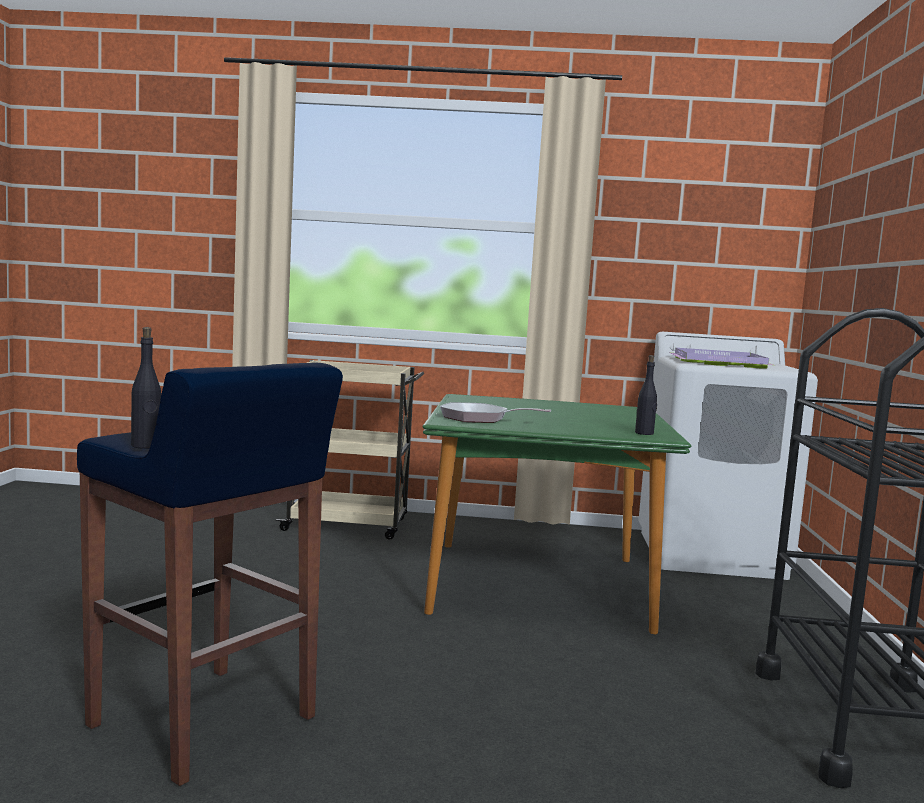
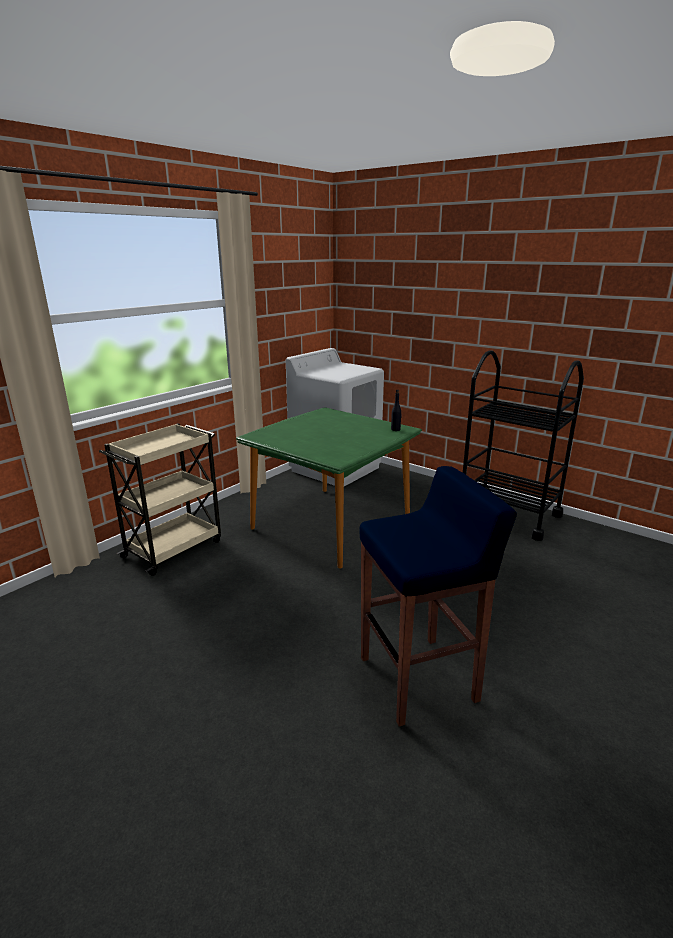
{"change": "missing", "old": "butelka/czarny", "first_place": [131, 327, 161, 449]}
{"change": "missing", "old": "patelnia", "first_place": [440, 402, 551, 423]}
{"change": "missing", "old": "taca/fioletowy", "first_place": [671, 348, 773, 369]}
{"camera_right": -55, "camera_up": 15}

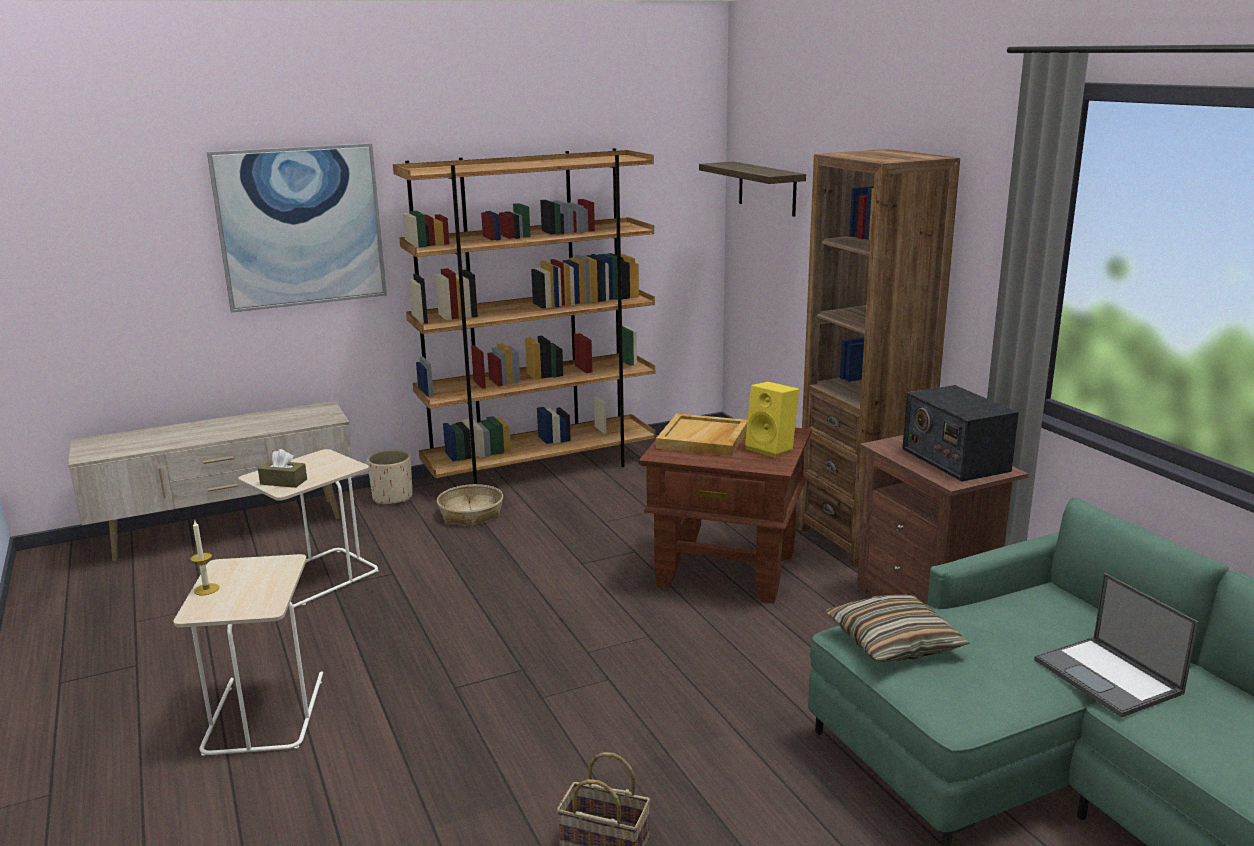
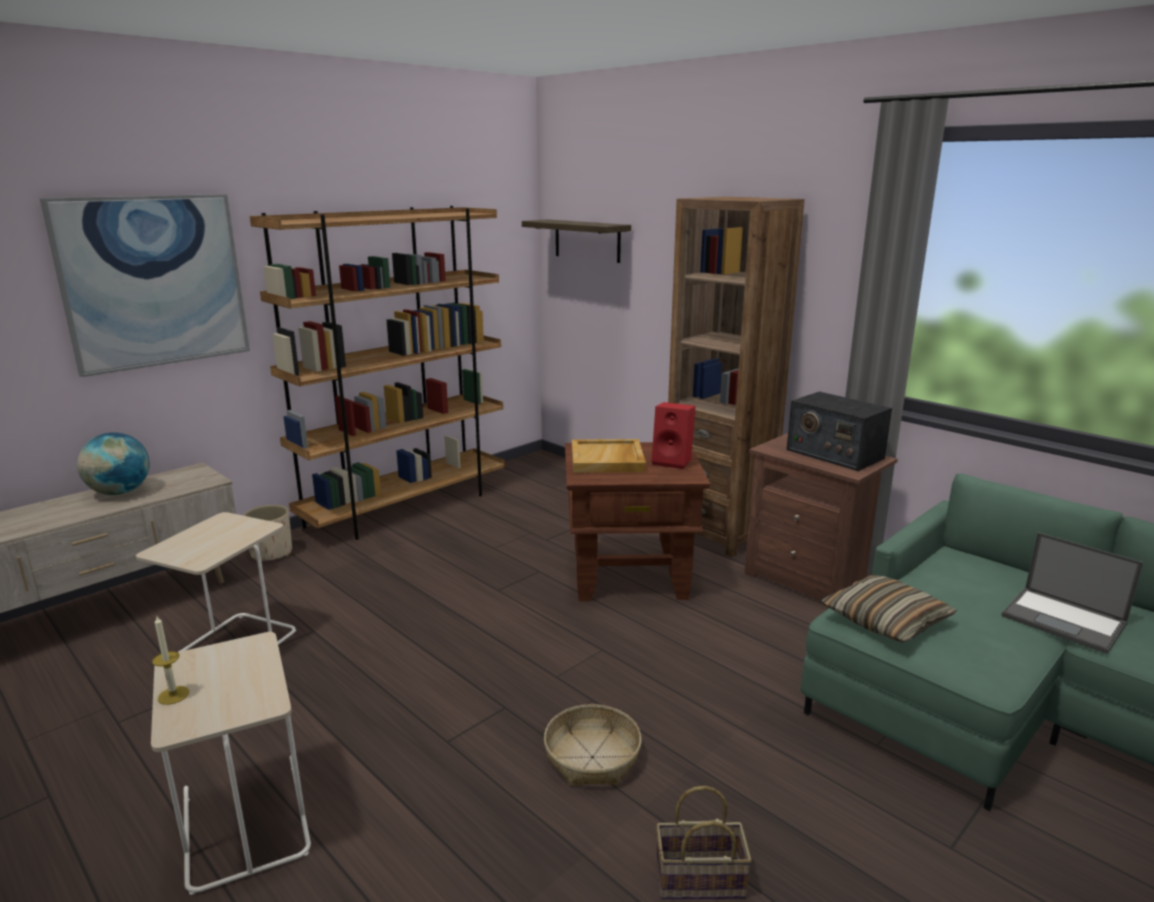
{"change": "missing", "old": "pudełko chusteczek/brązowy", "first_place": [258, 449, 307, 488]}
{"change": "appeared", "new": "globus", "second_place": [77, 433, 150, 495]}
{"change": "relocated", "old": "koszyk", "first_place": [437, 484, 503, 527], "second_place": [544, 704, 642, 786]}
{"change": "colour", "old": "głośnik/żółty", "new": "głośnik/czerwony", "first_place": [745, 382, 799, 458], "second_place": [652, 402, 696, 469]}
{"camera_right": -20, "camera_up": 0}

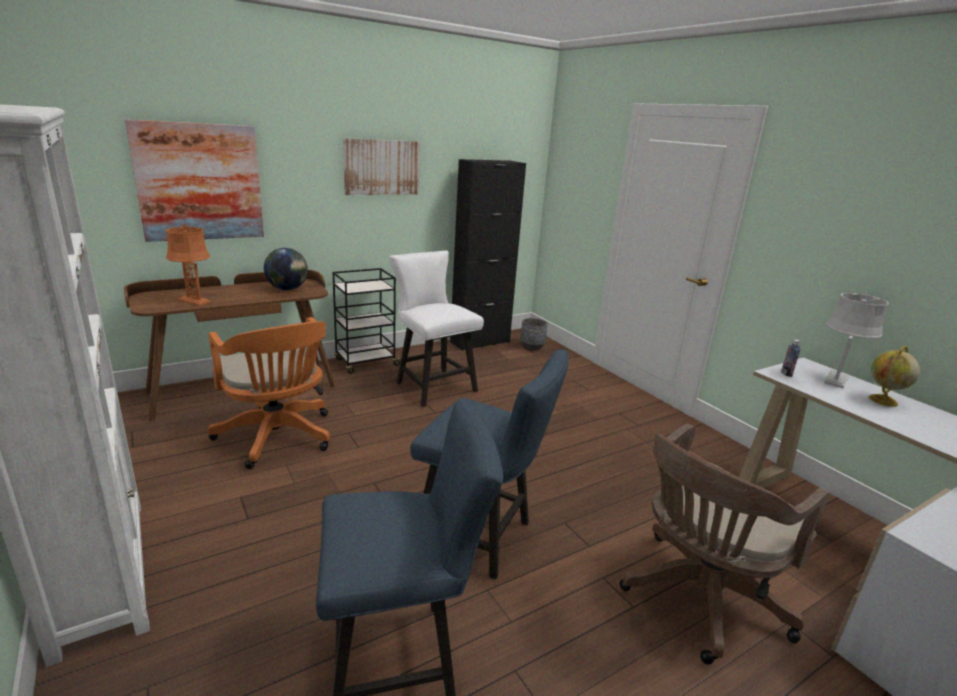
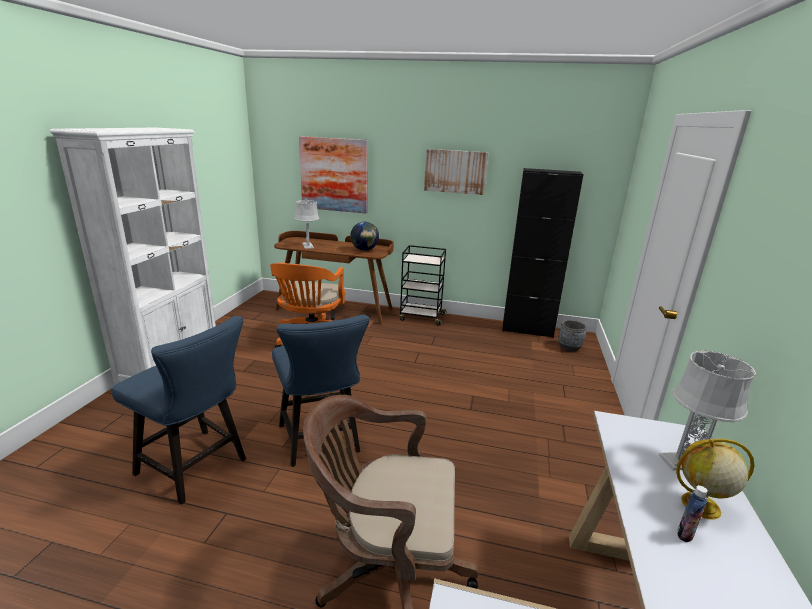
{"change": "missing", "old": "krzesło/biały", "first_place": [389, 250, 484, 407]}
{"change": "relocated", "old": "butelka", "first_place": [781, 339, 800, 377], "second_place": [677, 485, 708, 542]}
{"change": "colour", "old": "lampa stołowa/pomarańczowy", "new": "lampa stołowa/szary", "first_place": [166, 224, 211, 306], "second_place": [294, 200, 319, 249]}
{"camera_right": 45, "camera_up": 0}

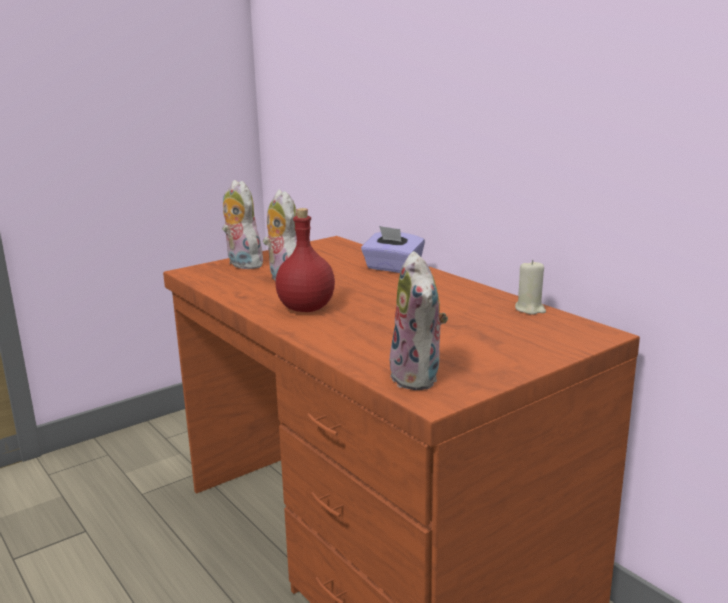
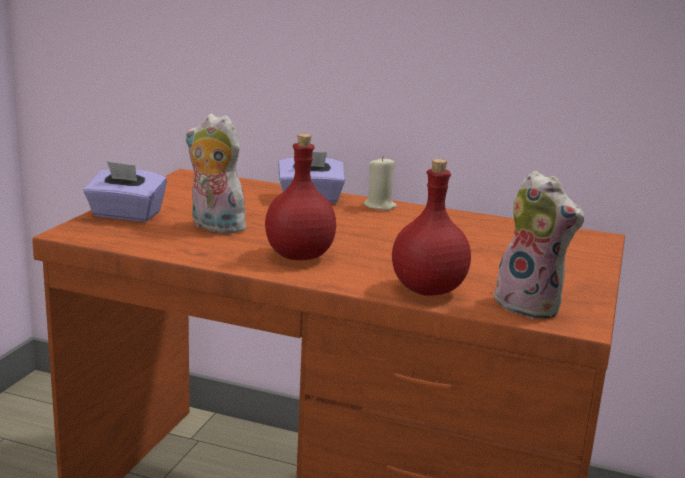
{"change": "appeared", "new": "butelka/czerwony", "second_place": [392, 159, 471, 296]}
{"change": "relocated", "old": "świeca/beżowy", "first_place": [515, 260, 546, 315], "second_place": [364, 156, 397, 210]}
{"change": "exchanged", "old": "pluszak", "new": "pudełko chusteczek/fioletowy", "first_place": [222, 180, 266, 269], "second_place": [84, 161, 167, 222]}
{"camera_right": -35, "camera_up": 0}

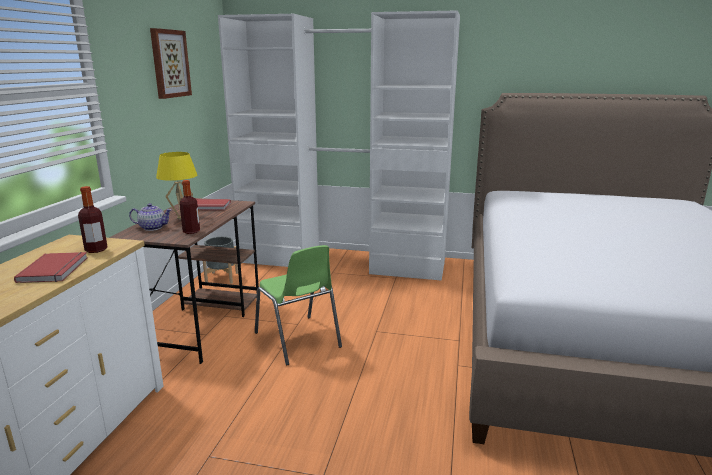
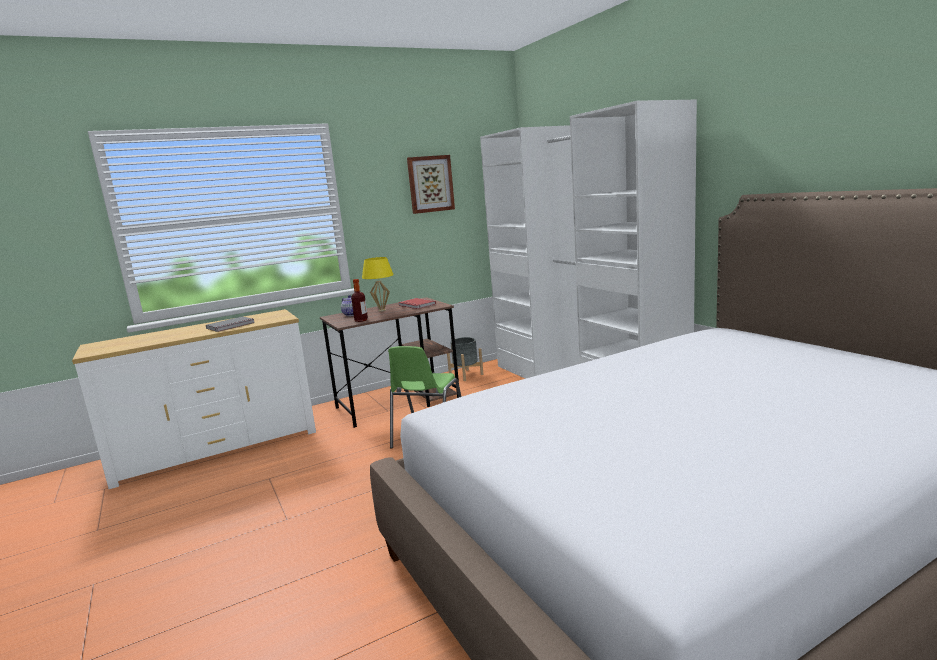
{"change": "missing", "old": "butelka", "first_place": [78, 186, 108, 253]}
{"change": "colour", "old": "książka/czerwony", "new": "książka/szary", "first_place": [14, 252, 88, 283], "second_place": [206, 316, 255, 332]}
{"camera_right": 50, "camera_up": -5}

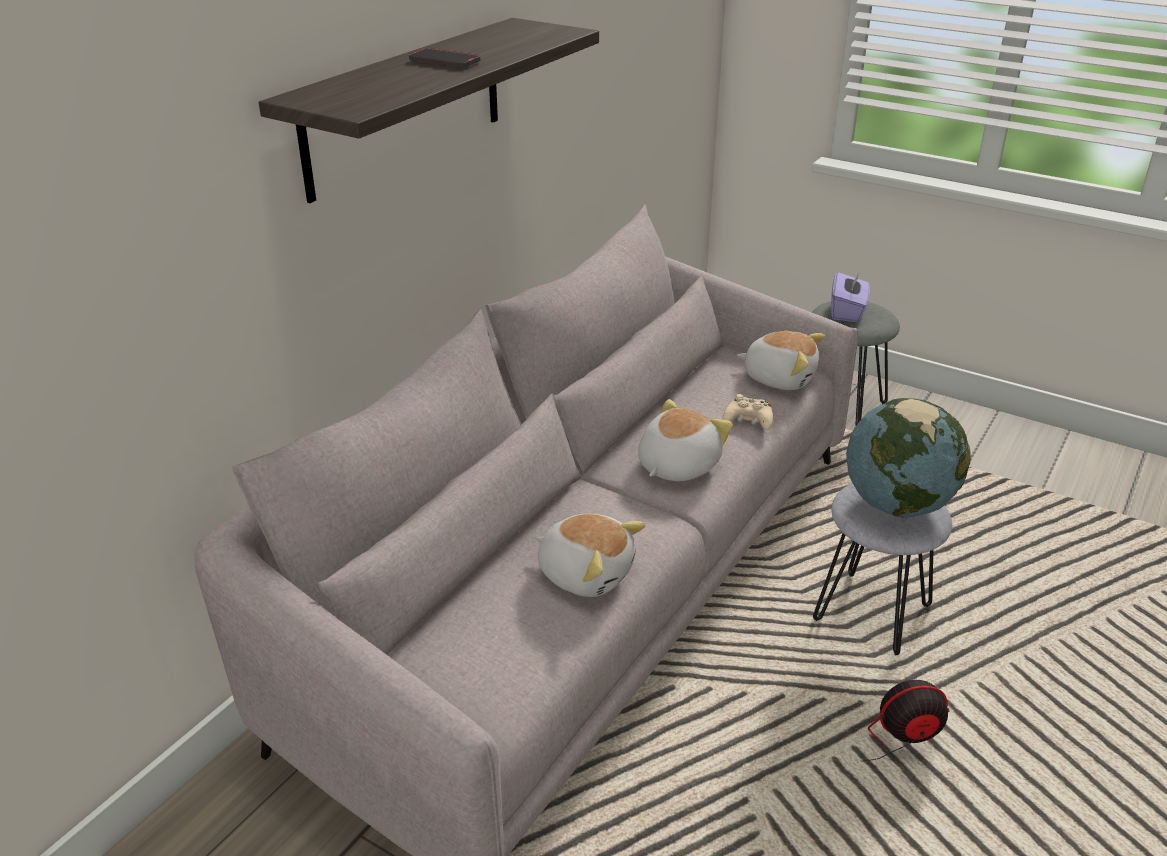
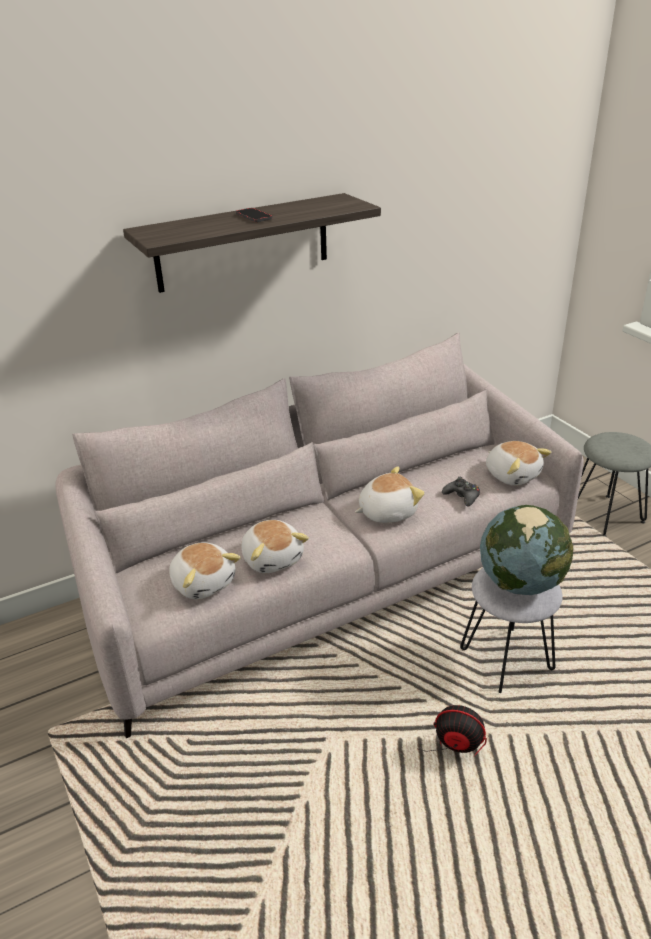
{"change": "missing", "old": "pudełko chusteczek/fioletowy", "first_place": [831, 271, 870, 322]}
{"change": "appeared", "new": "pluszak", "second_place": [169, 542, 241, 600]}
{"change": "colour", "old": "pad do gier/beżowy", "new": "pad do gier/czarny", "first_place": [722, 394, 773, 430], "second_place": [442, 477, 480, 506]}
{"camera_right": 30, "camera_up": 0}

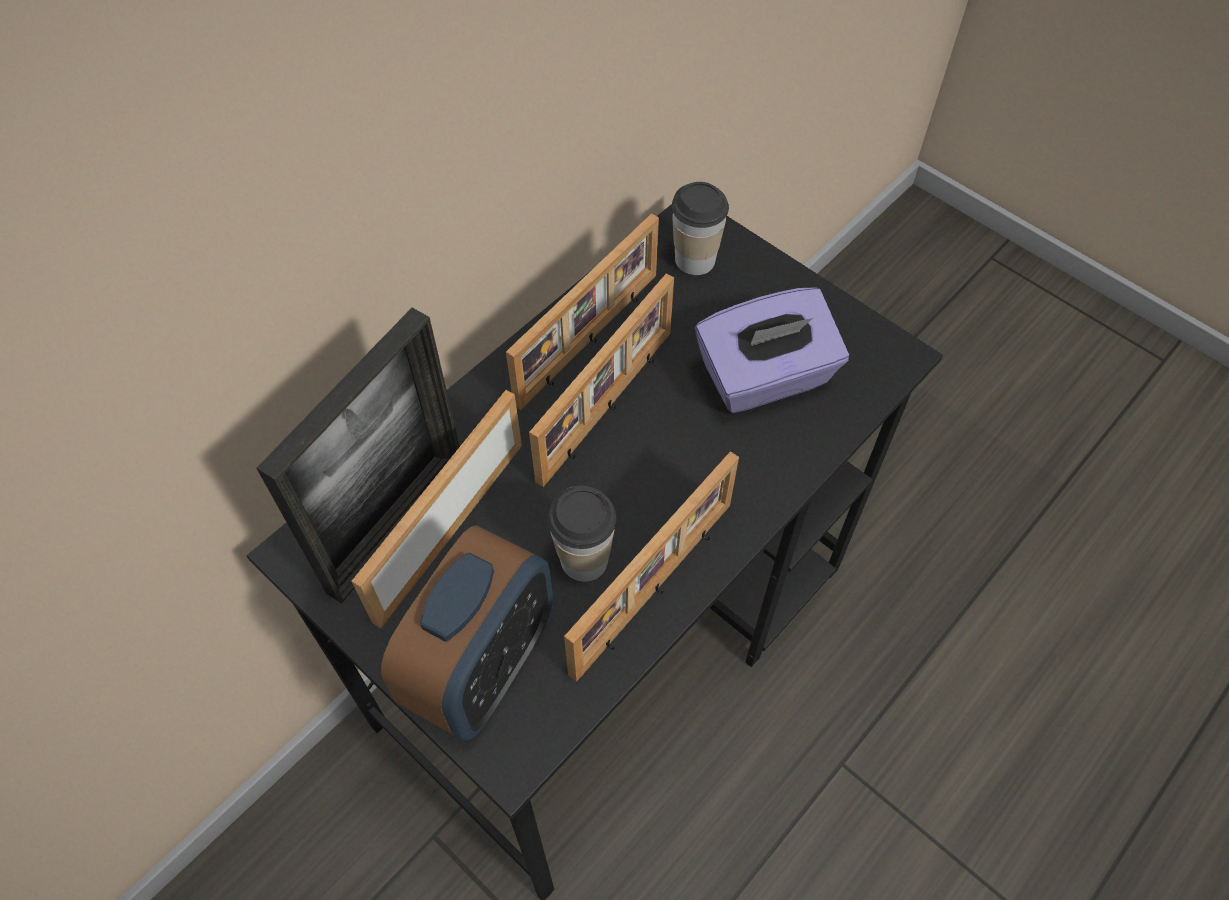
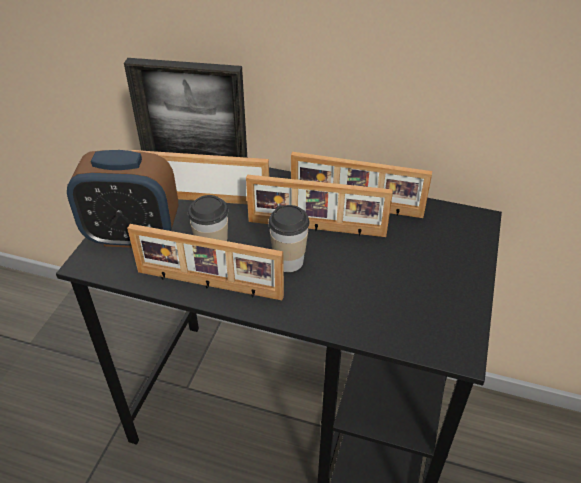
{"change": "missing", "old": "pudełko chusteczek/fioletowy", "first_place": [695, 287, 849, 413]}
{"change": "relocated", "old": "filiżanka", "first_place": [672, 182, 729, 275], "second_place": [268, 205, 309, 272]}
{"camera_right": 65, "camera_up": -15}

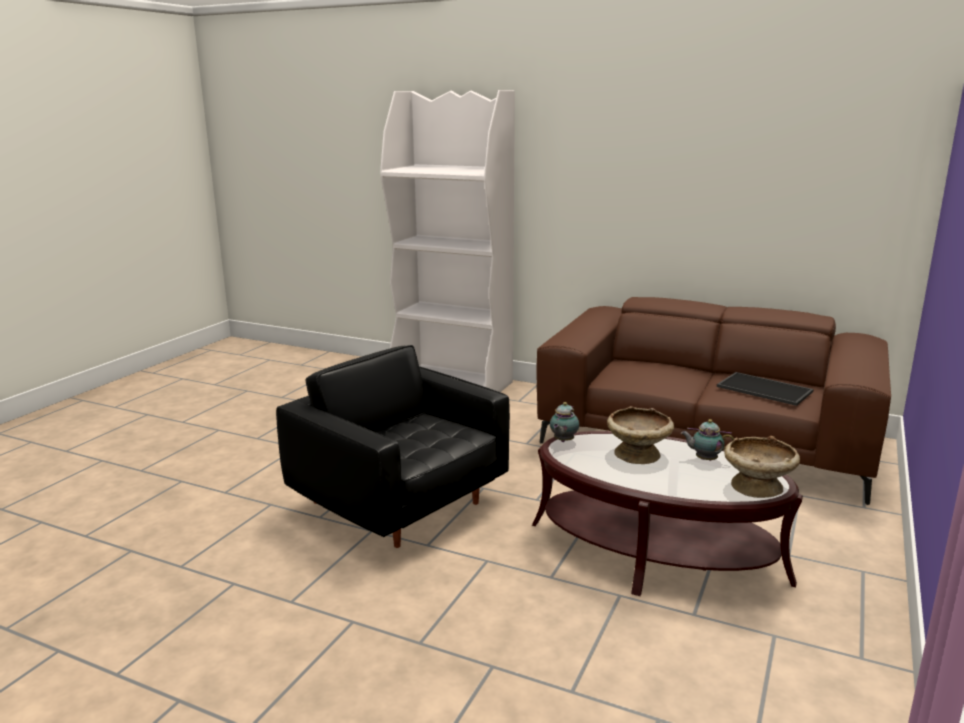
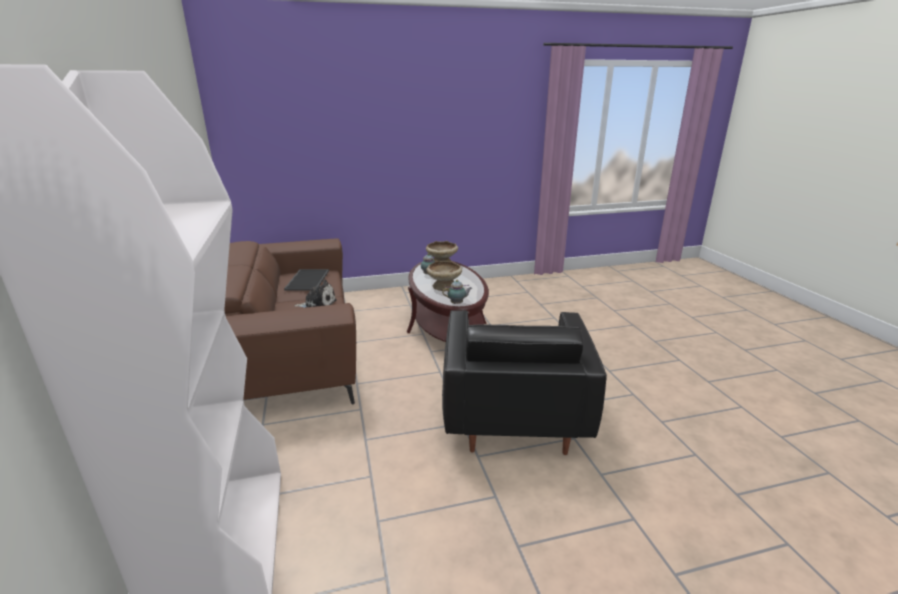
{"change": "appeared", "new": "pluszak", "second_place": [294, 280, 337, 308]}
{"camera_right": -130, "camera_up": 5}

